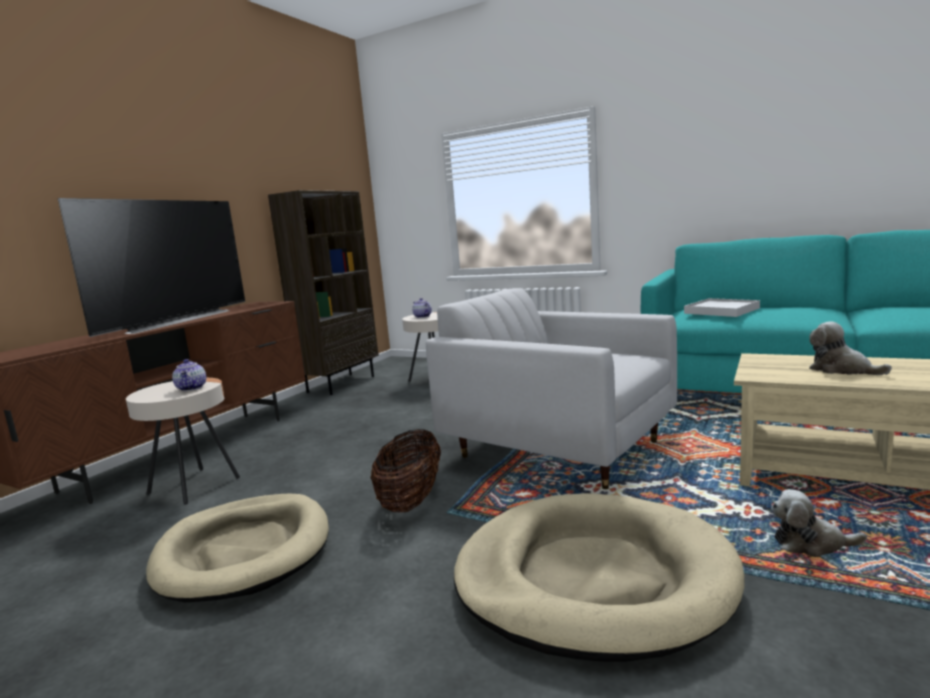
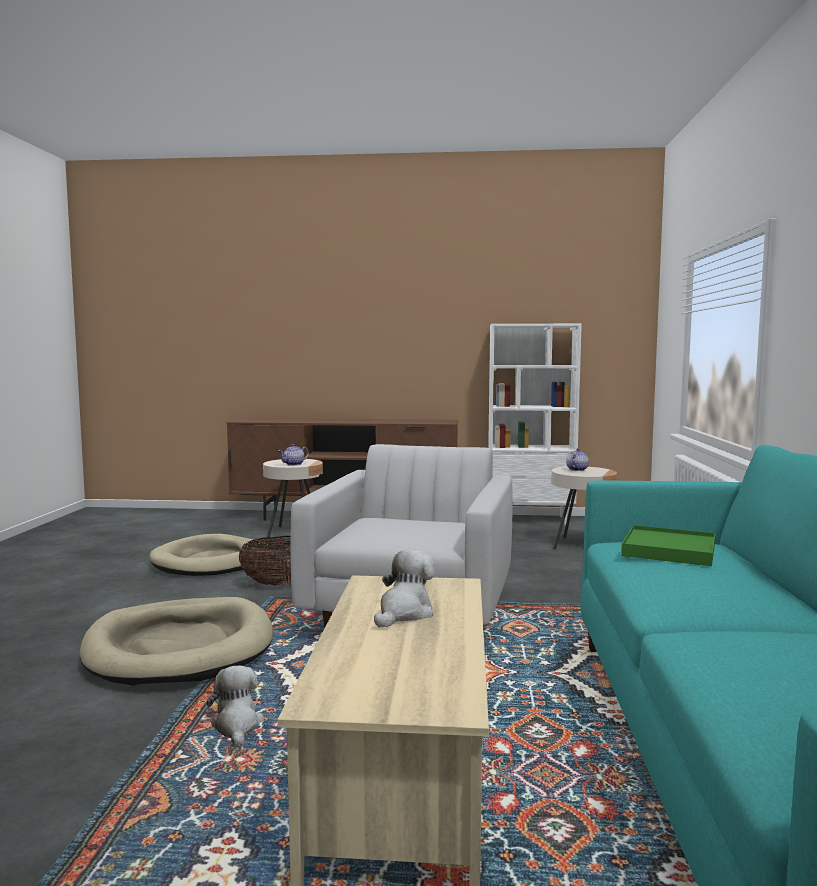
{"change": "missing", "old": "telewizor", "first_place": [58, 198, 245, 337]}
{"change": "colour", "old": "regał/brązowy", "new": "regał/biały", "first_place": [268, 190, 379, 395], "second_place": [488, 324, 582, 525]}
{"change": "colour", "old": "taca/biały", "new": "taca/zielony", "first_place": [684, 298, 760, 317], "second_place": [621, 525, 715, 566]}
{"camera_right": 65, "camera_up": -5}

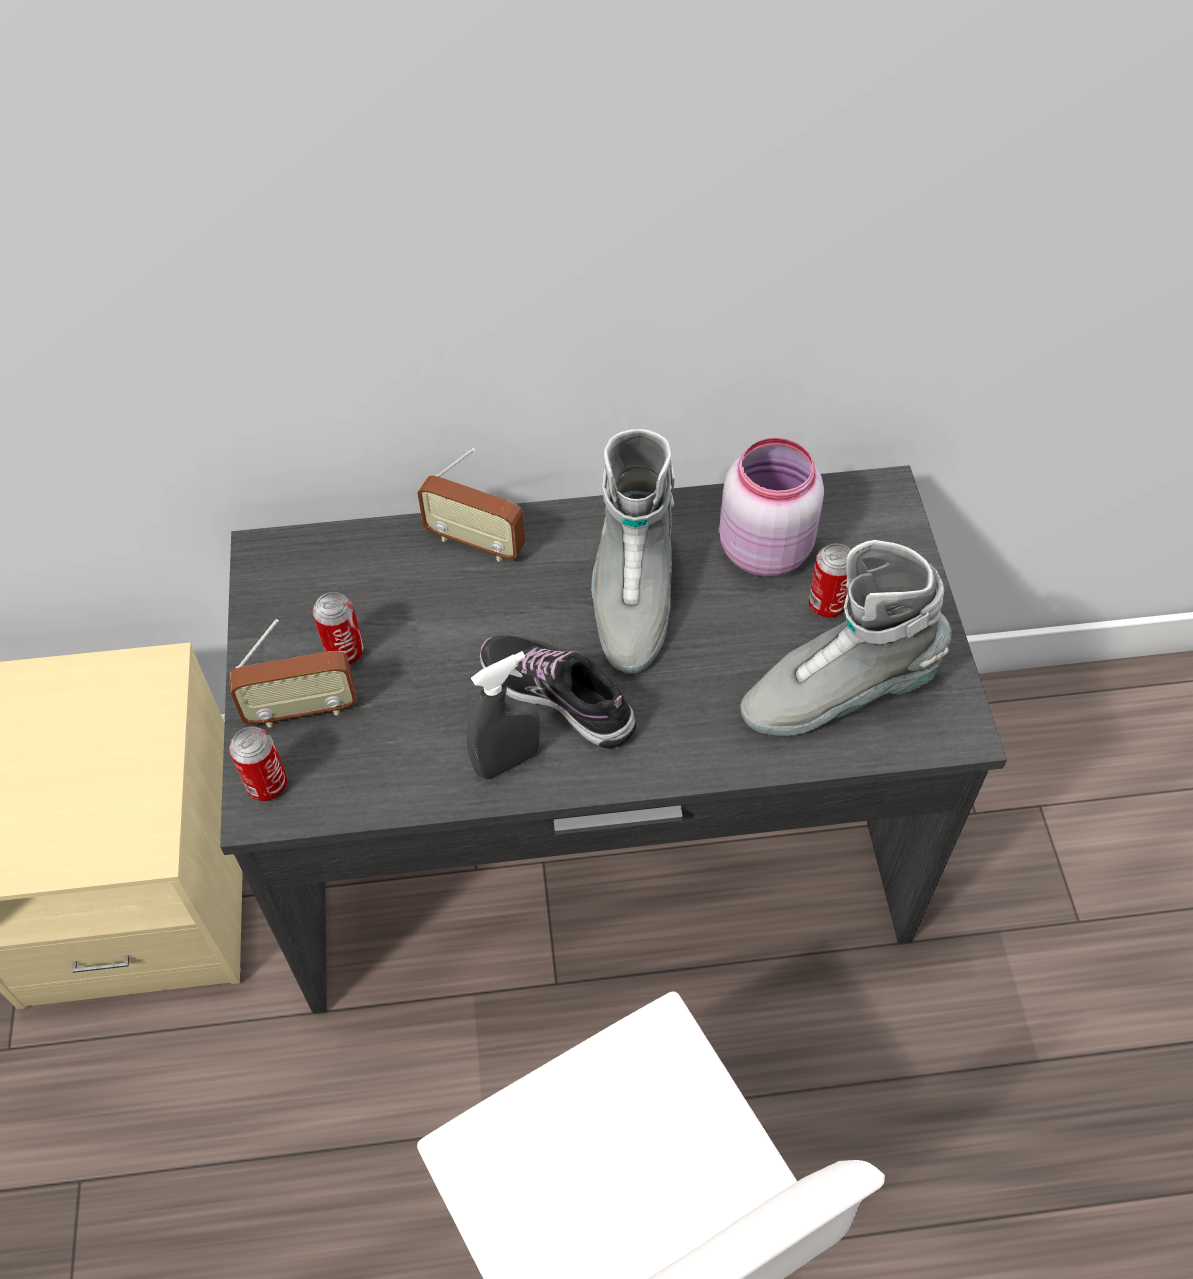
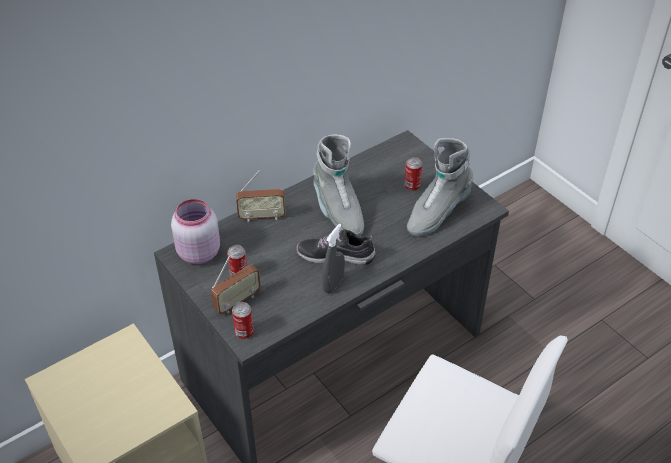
{"change": "relocated", "old": "słoik/różowy", "first_place": [719, 438, 824, 577], "second_place": [171, 199, 220, 264]}
{"camera_right": -30, "camera_up": -10}

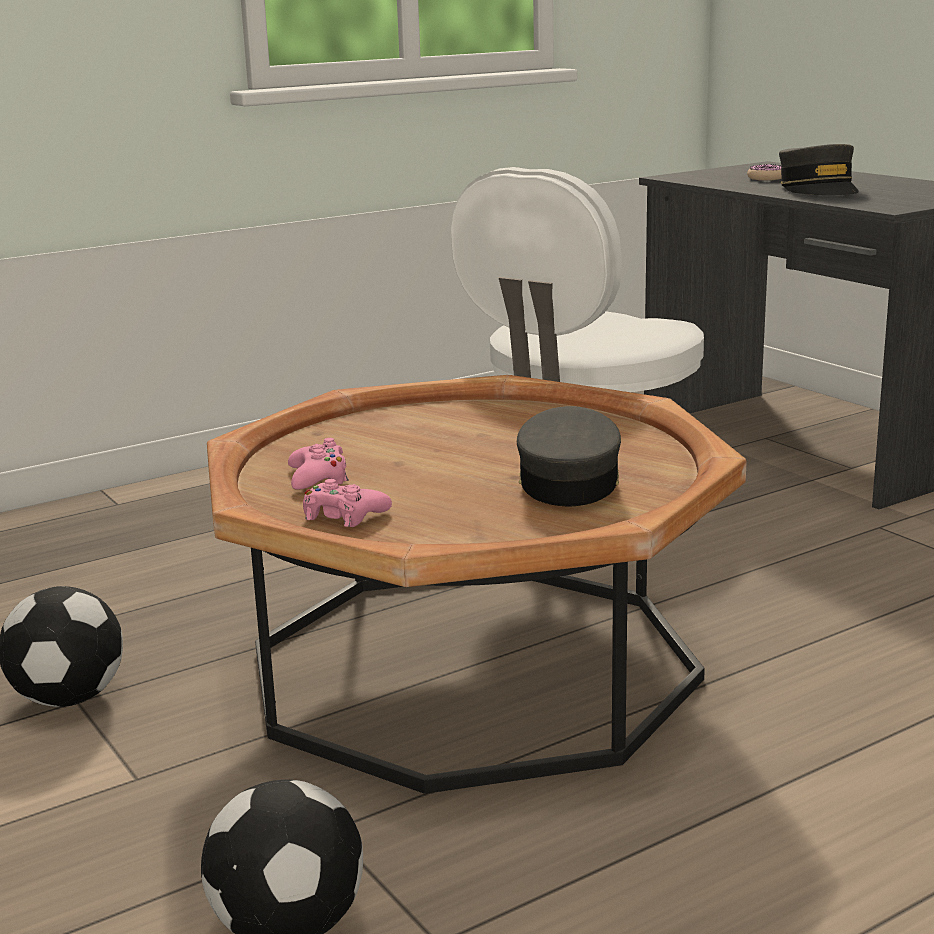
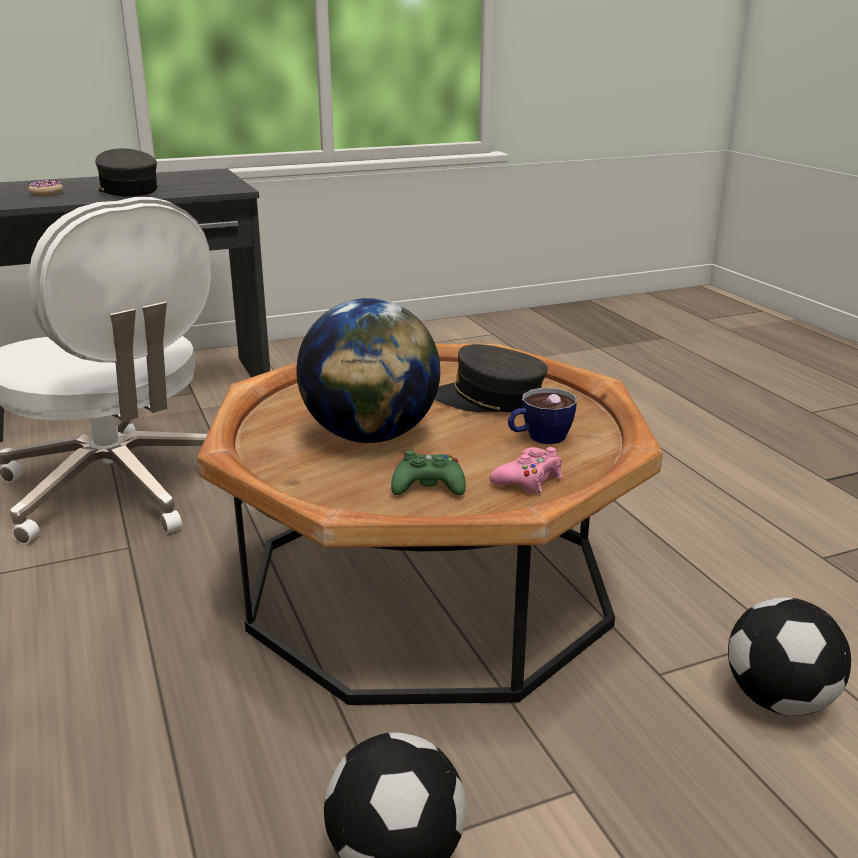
{"change": "appeared", "new": "globus", "second_place": [296, 298, 440, 443]}
{"change": "appeared", "new": "filiżanka", "second_place": [508, 388, 577, 444]}
{"change": "colour", "old": "pad do gier/różowy", "new": "pad do gier/zielony", "first_place": [288, 438, 349, 490], "second_place": [391, 450, 466, 495]}
{"change": "spun", "old": "czapka z daszkiem/szary", "first_place": [779, 144, 859, 195], "second_place": [95, 148, 158, 197], "degrees": -120}
{"camera_right": -80, "camera_up": 5}

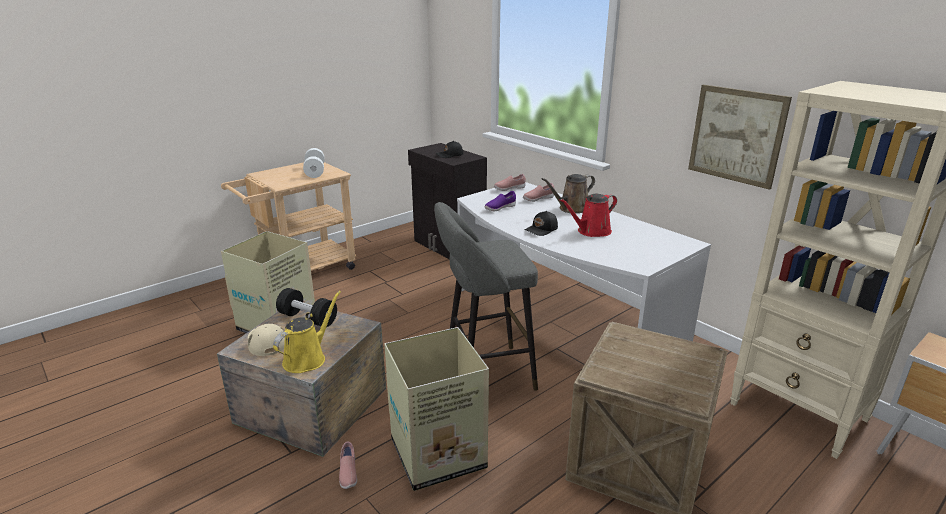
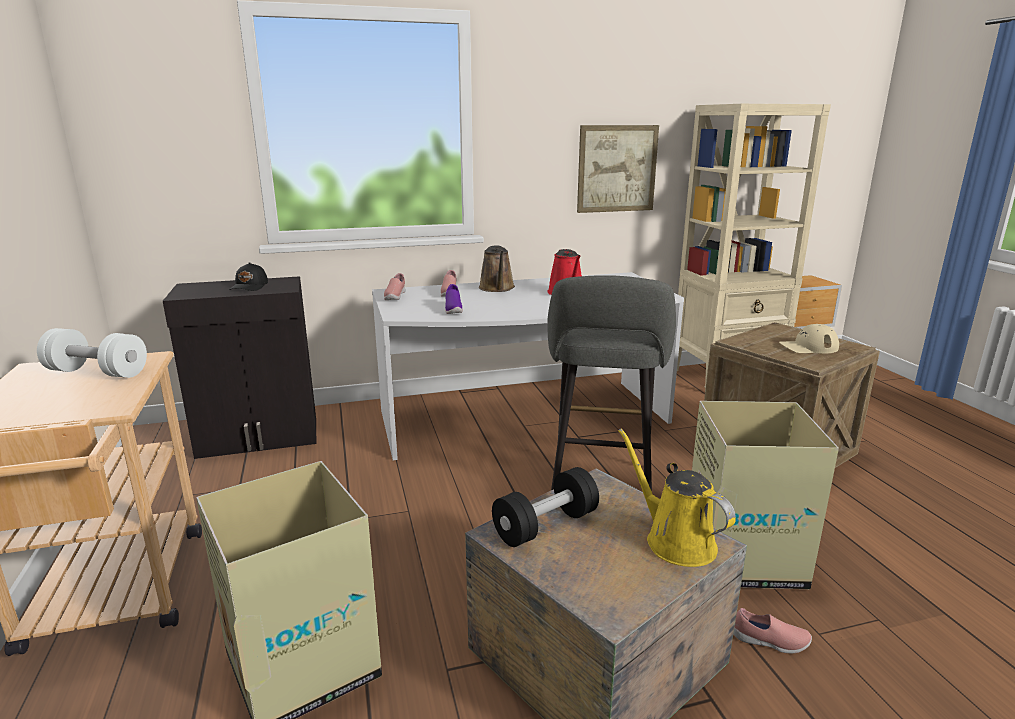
{"change": "missing", "old": "czapka z daszkiem/czarny", "first_place": [525, 211, 558, 236]}
{"change": "relocated", "old": "czapka z daszkiem/beżowy", "first_place": [248, 324, 285, 356], "second_place": [779, 324, 839, 354]}
{"camera_right": -65, "camera_up": -5}

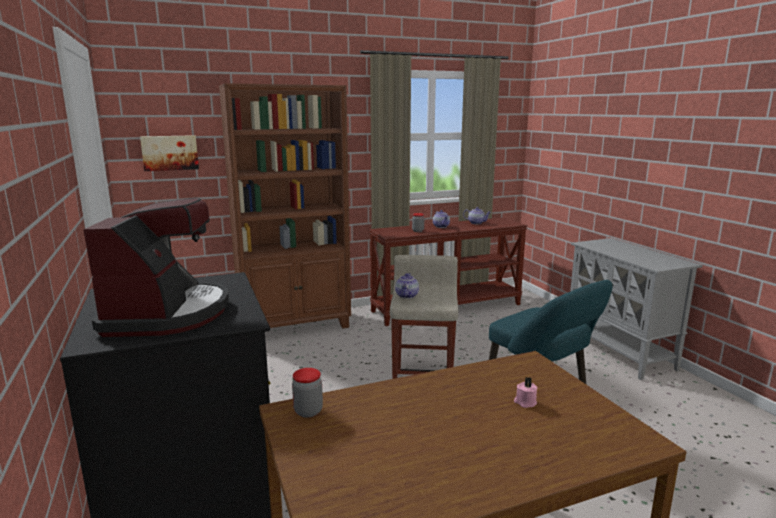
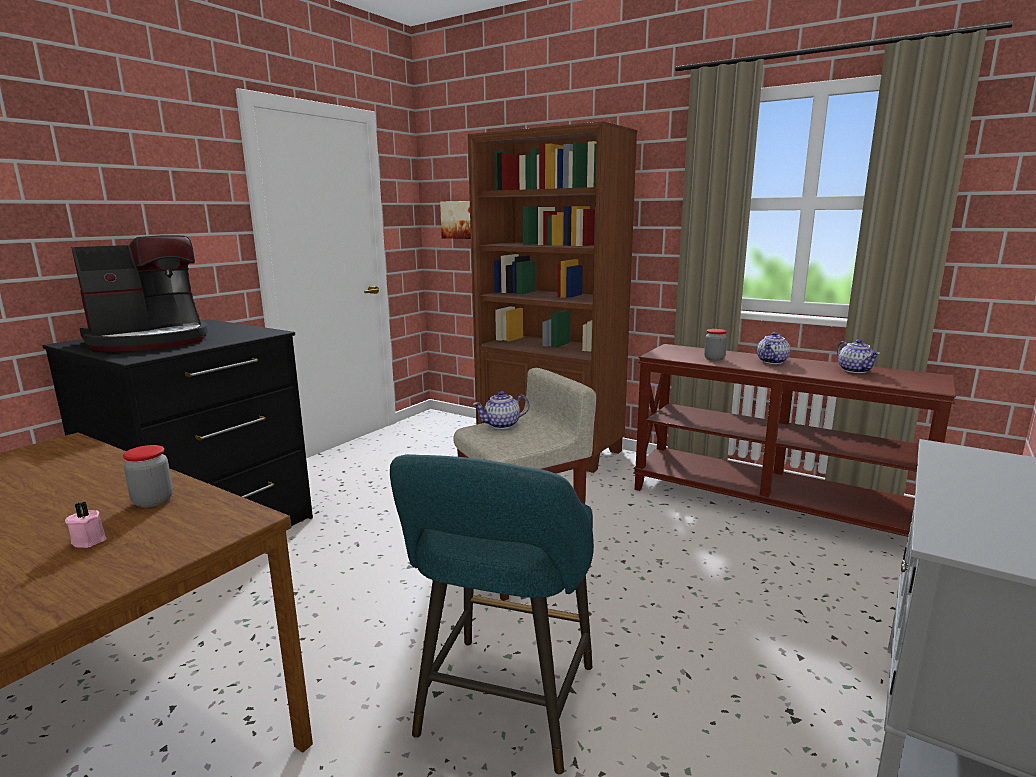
{"change": "relocated", "old": "słoik", "first_place": [292, 368, 323, 417], "second_place": [123, 445, 173, 508]}
{"camera_right": 55, "camera_up": 0}

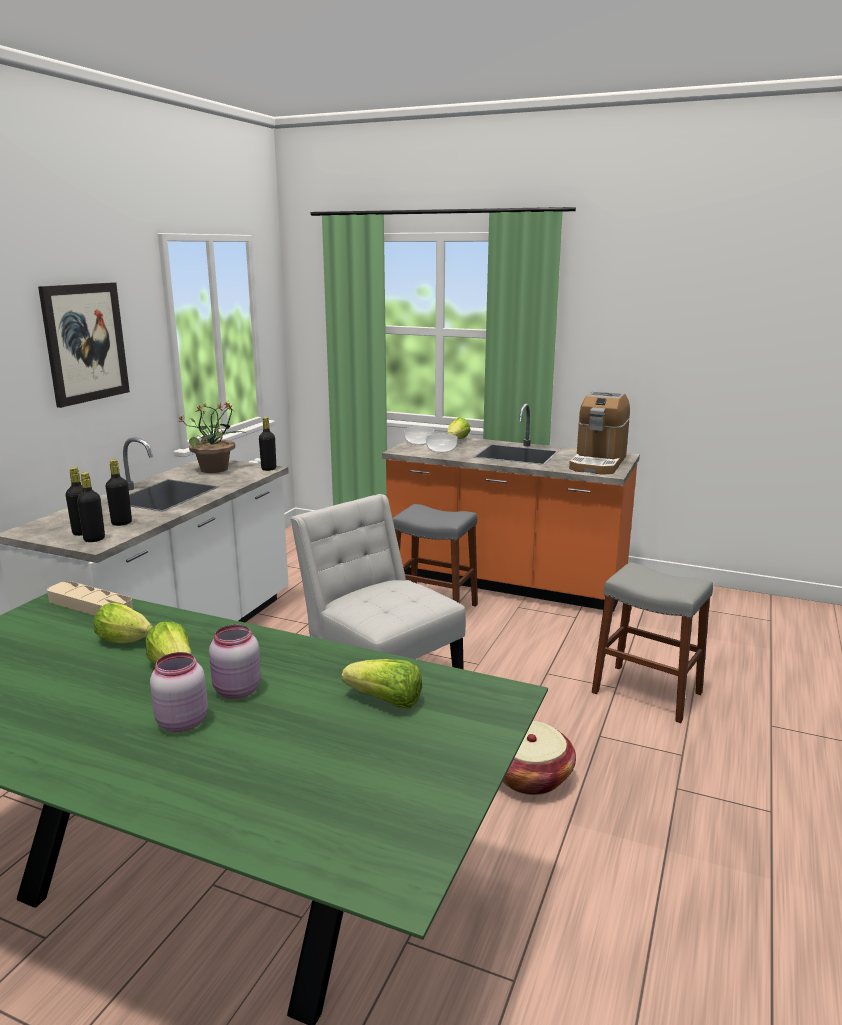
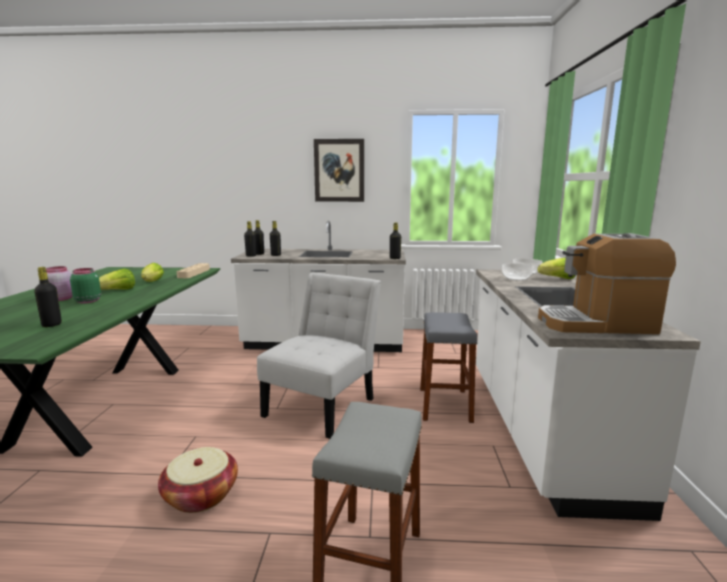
{"change": "missing", "old": "roślina doniczkowa", "first_place": [179, 402, 246, 473]}
{"change": "exchanged", "old": "sałata", "new": "butelka/czarny", "first_place": [342, 659, 422, 709], "second_place": [34, 267, 62, 327]}
{"change": "colour", "old": "słoik/różowy", "new": "słoik/zielony", "first_place": [209, 625, 261, 698], "second_place": [70, 268, 101, 303]}
{"change": "colour", "old": "zabudowa kuchenna/pomarańczowy", "new": "zabudowa kuchenna/biały", "first_place": [382, 403, 640, 612], "second_place": [476, 269, 701, 521]}
{"camera_right": 70, "camera_up": -5}

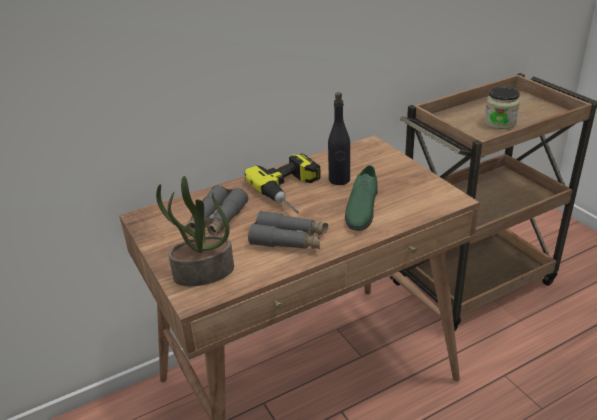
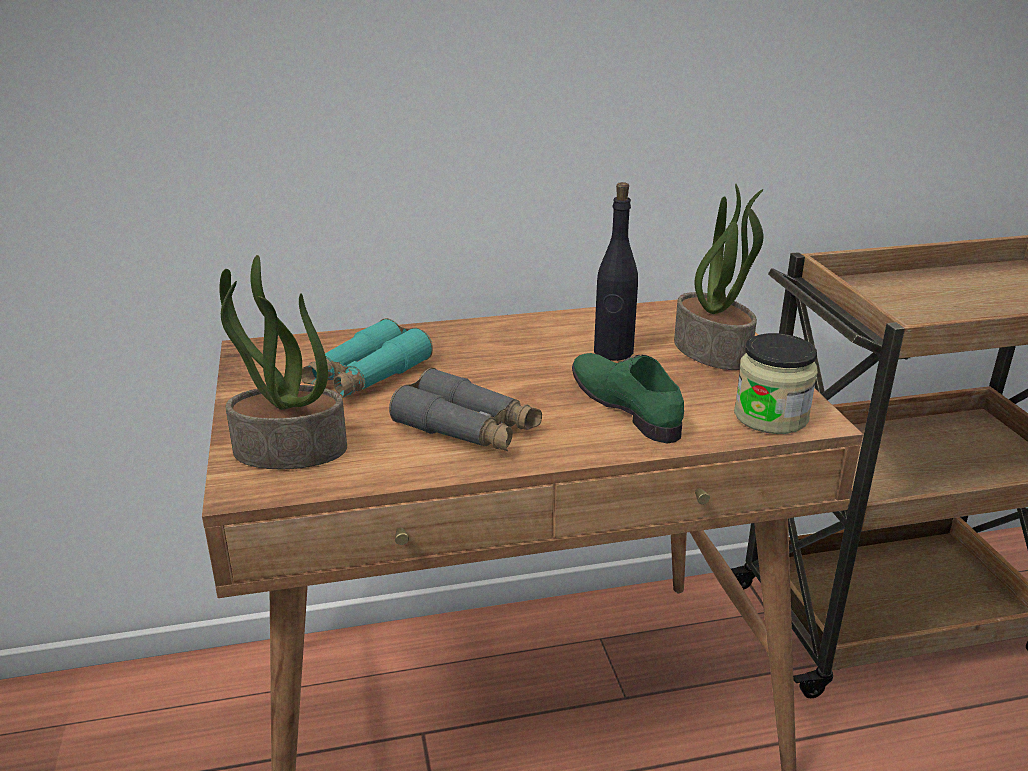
{"change": "missing", "old": "wiertarka", "first_place": [244, 154, 321, 214]}
{"change": "appeared", "new": "roślina doniczkowa", "second_place": [674, 184, 763, 370]}
{"change": "relocated", "old": "słoik", "first_place": [484, 87, 520, 130], "second_place": [734, 333, 818, 434]}
{"change": "colour", "old": "lornetka/szary", "new": "lornetka/turkusowy", "first_place": [186, 185, 248, 236], "second_place": [301, 318, 433, 398]}
{"change": "spun", "old": "but/zielony", "first_place": [345, 165, 378, 231], "second_place": [572, 353, 684, 444], "degrees": 120}
{"camera_right": 15, "camera_up": -5}

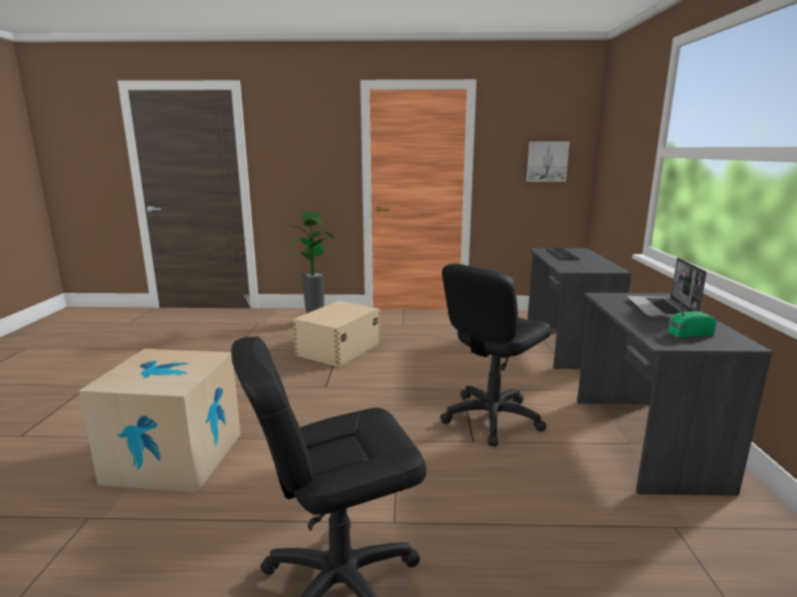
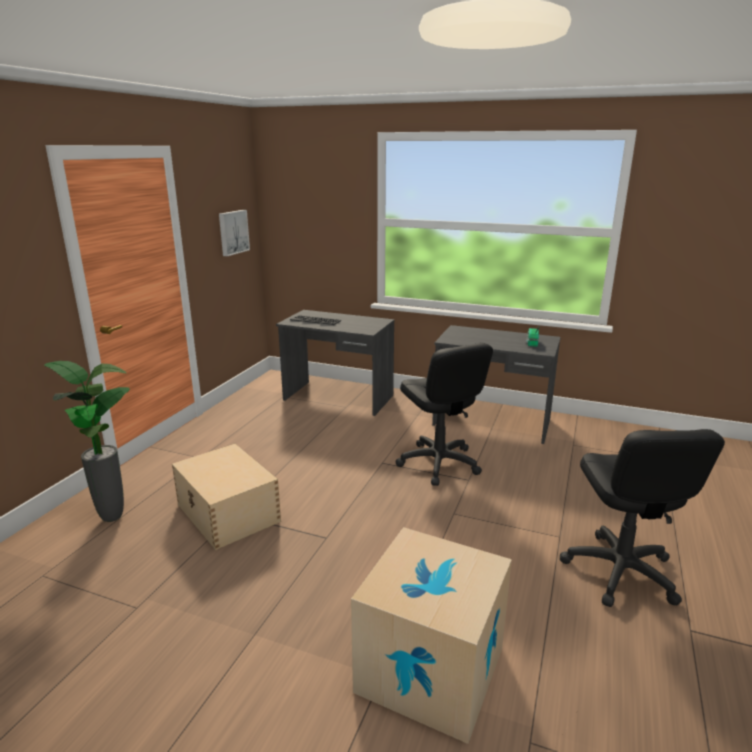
{"change": "missing", "old": "laptop", "first_place": [627, 257, 706, 319]}
{"camera_right": -70, "camera_up": 5}

